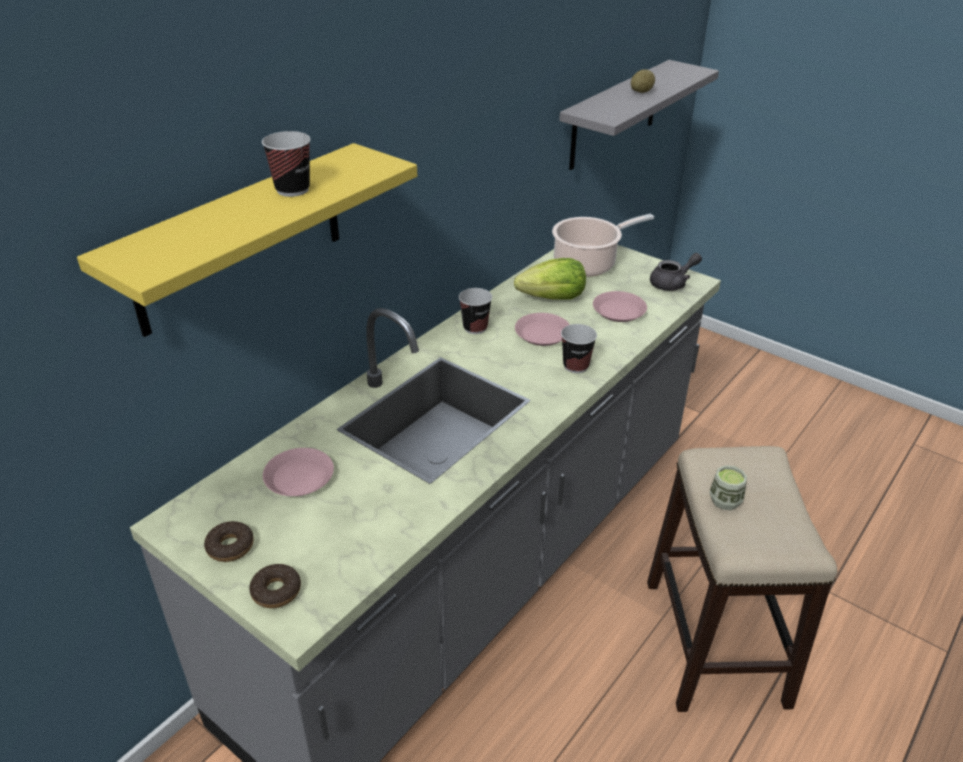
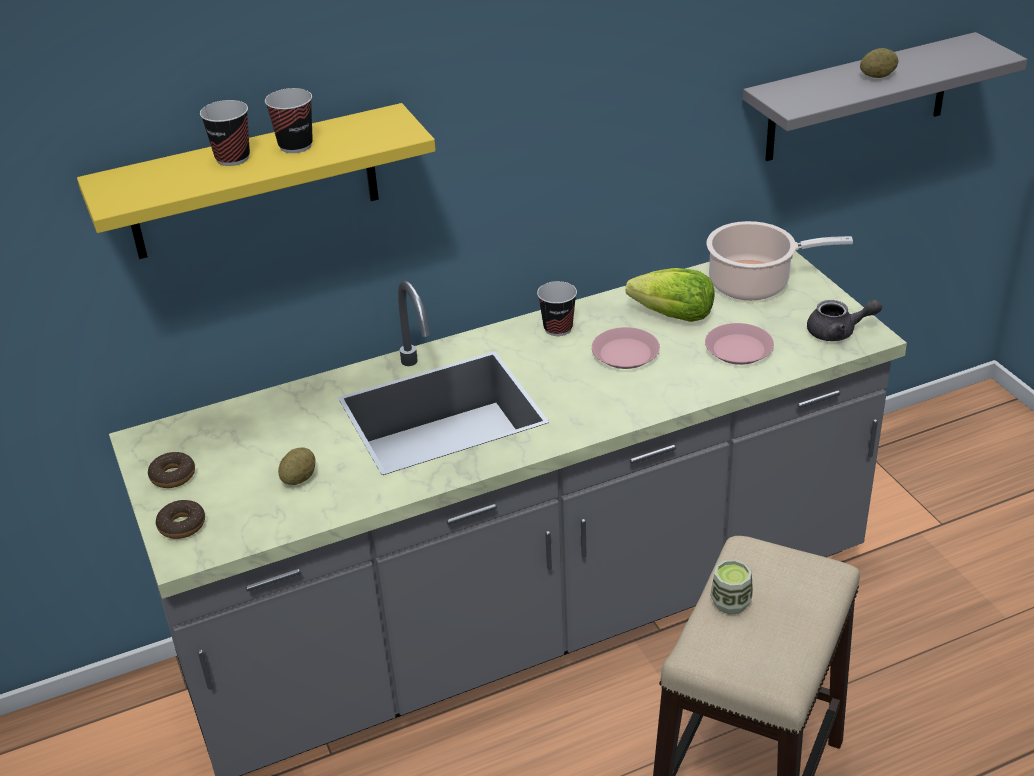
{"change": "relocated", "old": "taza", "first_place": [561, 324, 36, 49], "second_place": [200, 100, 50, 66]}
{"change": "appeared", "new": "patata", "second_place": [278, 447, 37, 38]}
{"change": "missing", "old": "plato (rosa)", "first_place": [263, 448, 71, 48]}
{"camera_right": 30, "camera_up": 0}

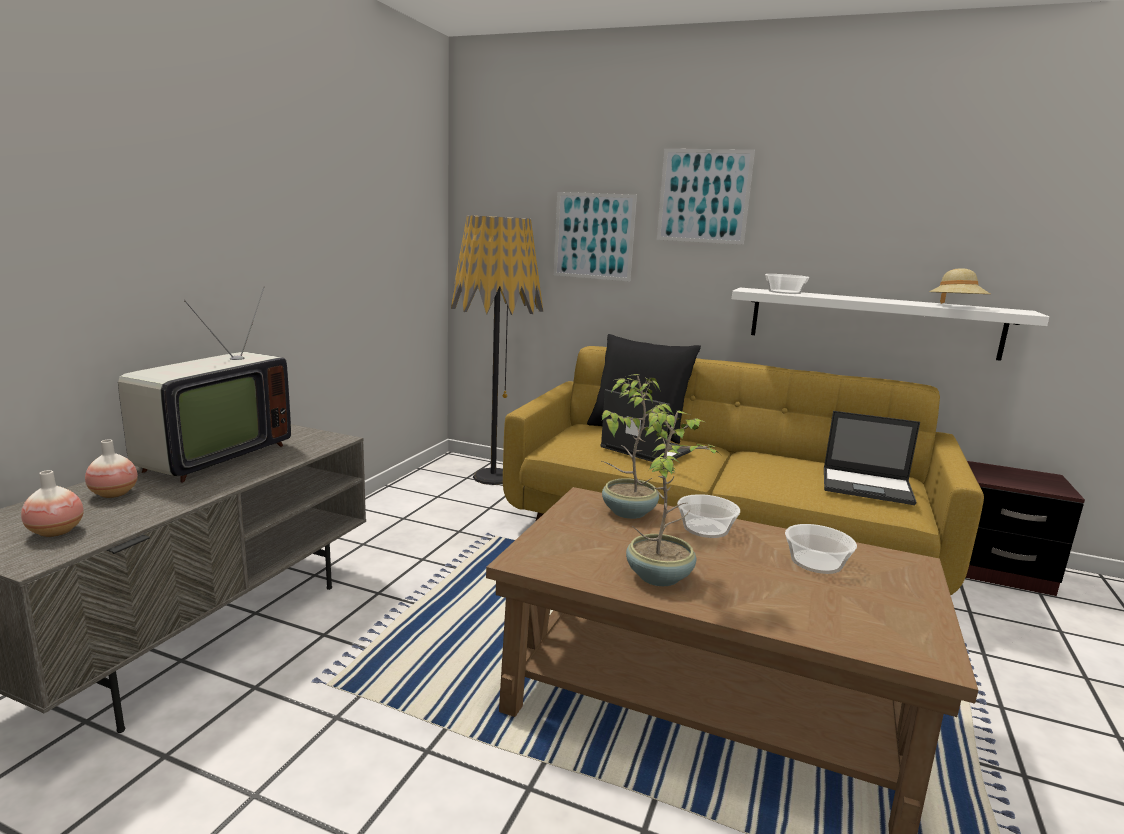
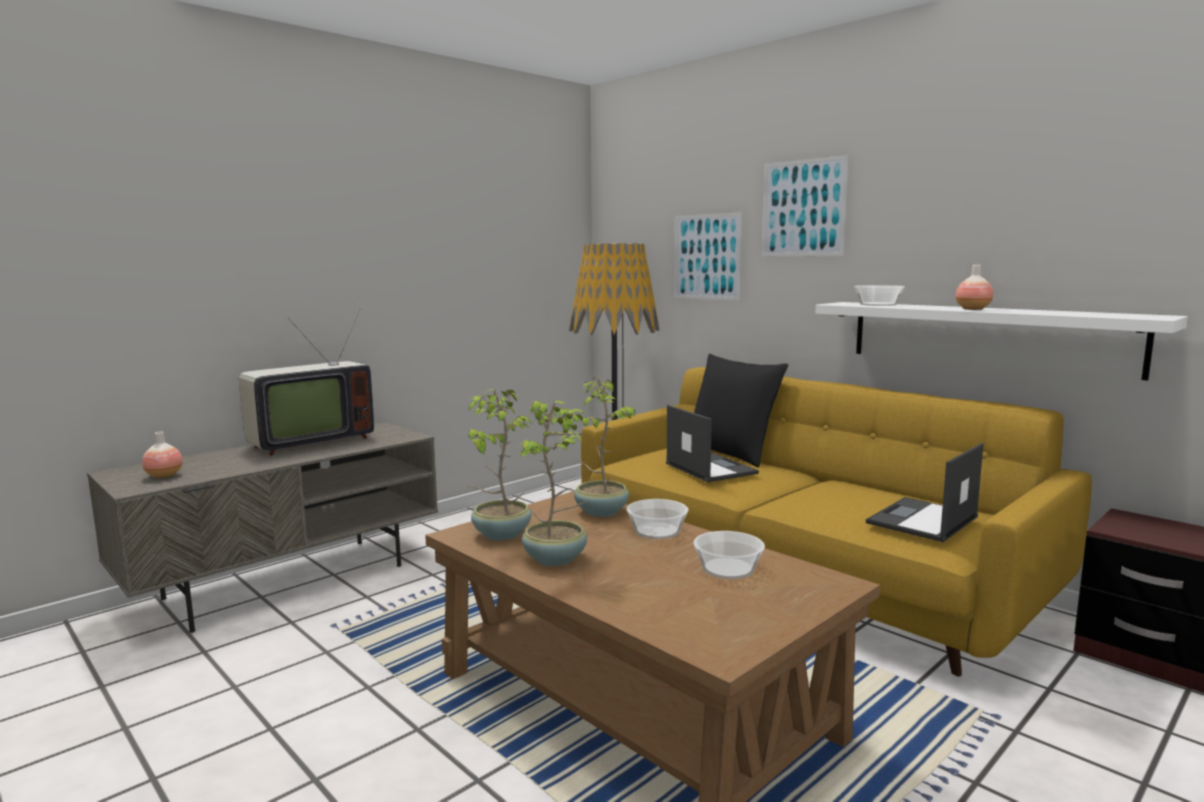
{"change": "appeared", "new": "planta en maceta", "second_place": [468, 389, 64, 152]}
{"change": "spun", "old": "portátil", "first_place": [824, 411, 96, 94], "second_place": [866, 443, 117, 99], "degrees": 90}
{"change": "relocated", "old": "florero", "first_place": [85, 439, 53, 59], "second_place": [955, 265, 39, 45]}
{"change": "missing", "old": "sombrero (beis)", "first_place": [929, 268, 61, 36]}
{"camera_right": 25, "camera_up": -5}

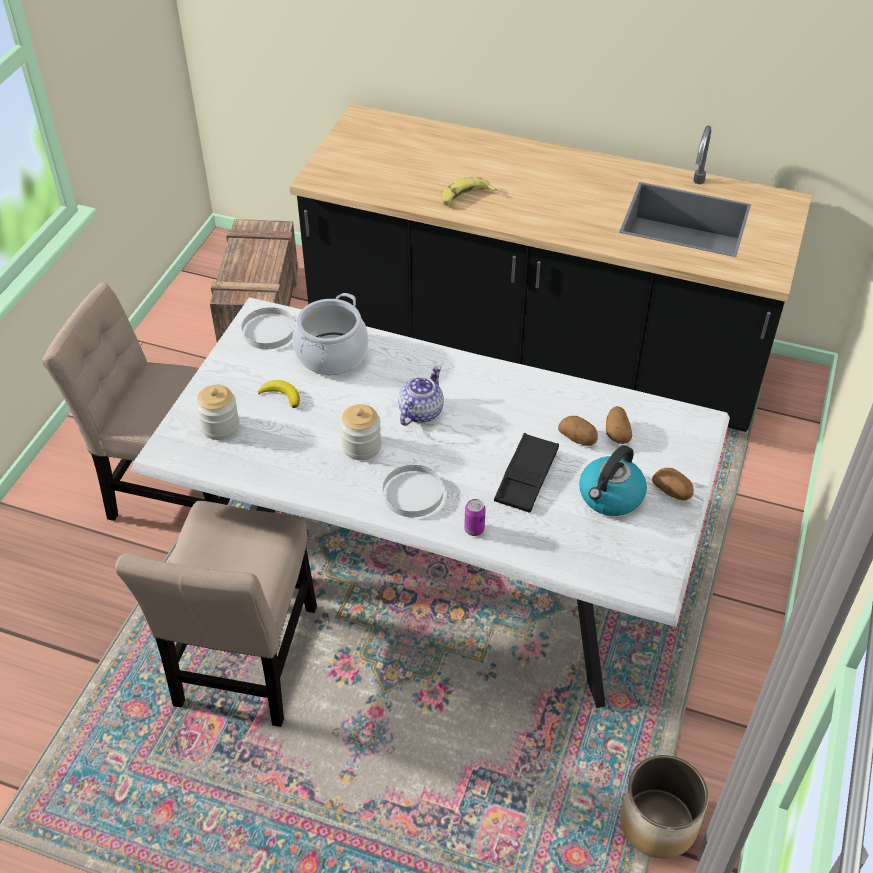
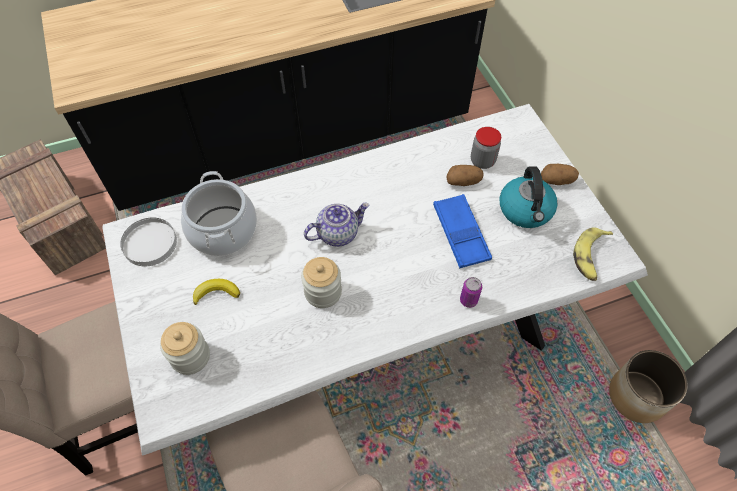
{"change": "spun", "old": "tetera", "first_place": [398, 366, 46, 60], "second_place": [304, 202, 65, 45], "degrees": 75}
{"change": "colour", "old": "bandeja (negro)", "new": "bandeja (azul)", "first_place": [494, 433, 65, 80], "second_place": [433, 194, 59, 74]}
{"change": "exchanged", "old": "patata", "new": "tarro", "first_place": [606, 406, 26, 38], "second_place": [471, 127, 30, 42]}
{"change": "relocated", "old": "plátano", "first_place": [443, 177, 54, 29], "second_place": [573, 227, 40, 54]}
{"change": "missing", "old": "plato (blanco)", "first_place": [383, 465, 60, 52]}
{"camera_right": -40, "camera_up": 10}

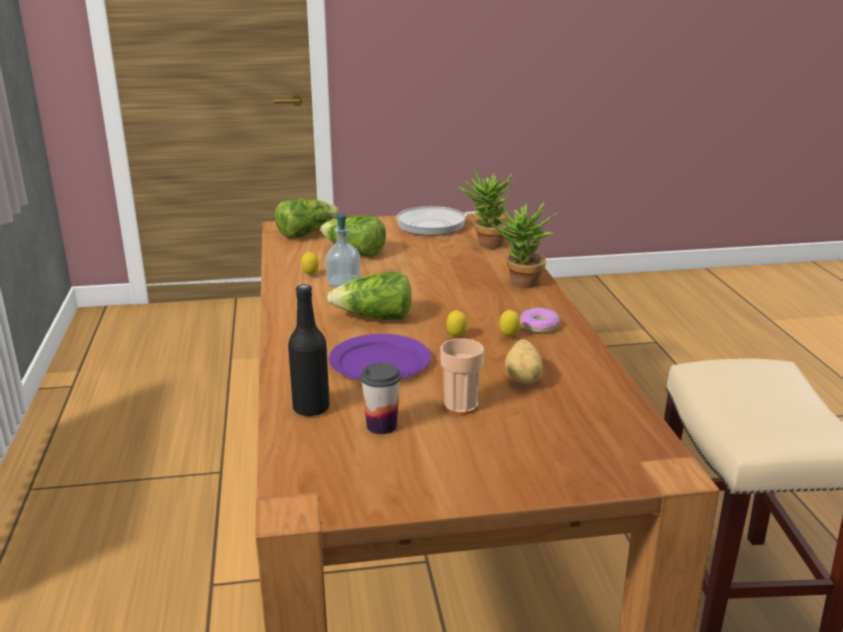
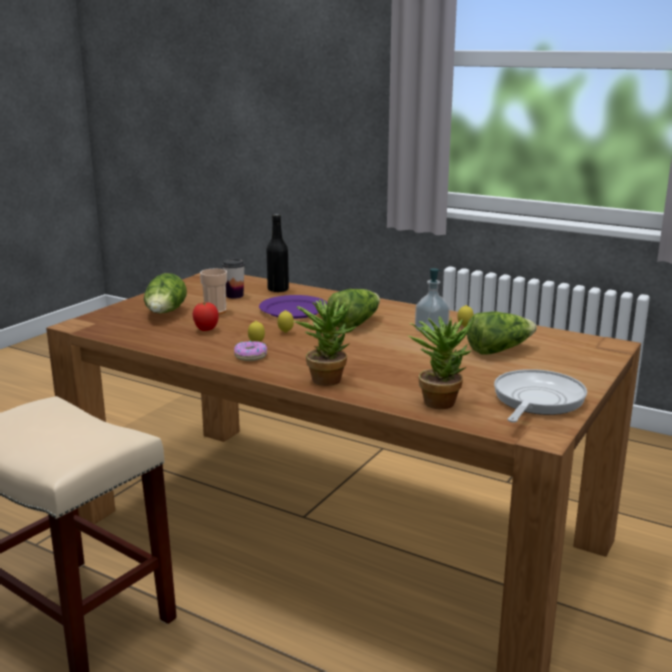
{"change": "relocated", "old": "lechuga", "first_place": [275, 199, 64, 40], "second_place": [144, 273, 43, 40]}
{"change": "exchanged", "old": "patata", "new": "tomate", "first_place": [505, 340, 38, 44], "second_place": [193, 302, 26, 29]}
{"camera_right": 130, "camera_up": -5}

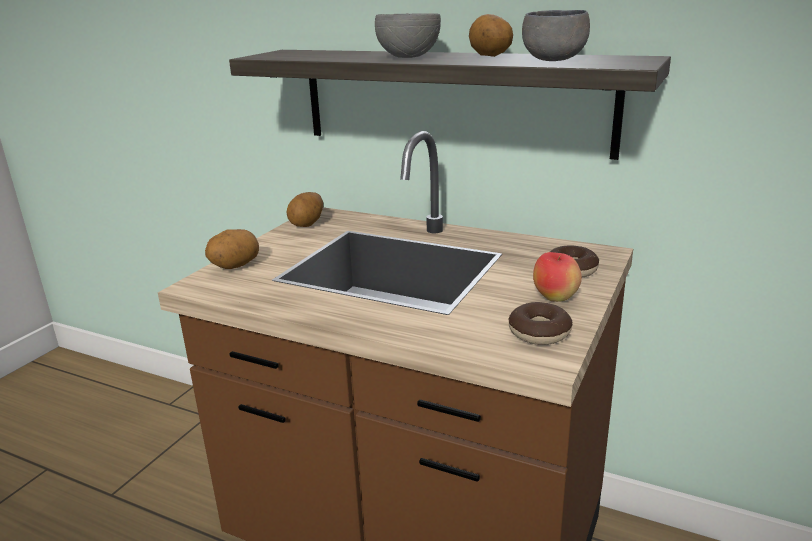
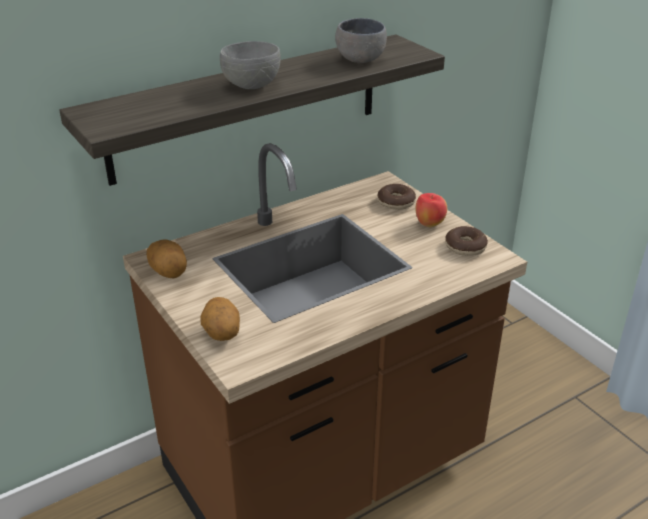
{"change": "missing", "old": "patata", "first_place": [469, 14, 44, 43]}
{"camera_right": -60, "camera_up": 10}

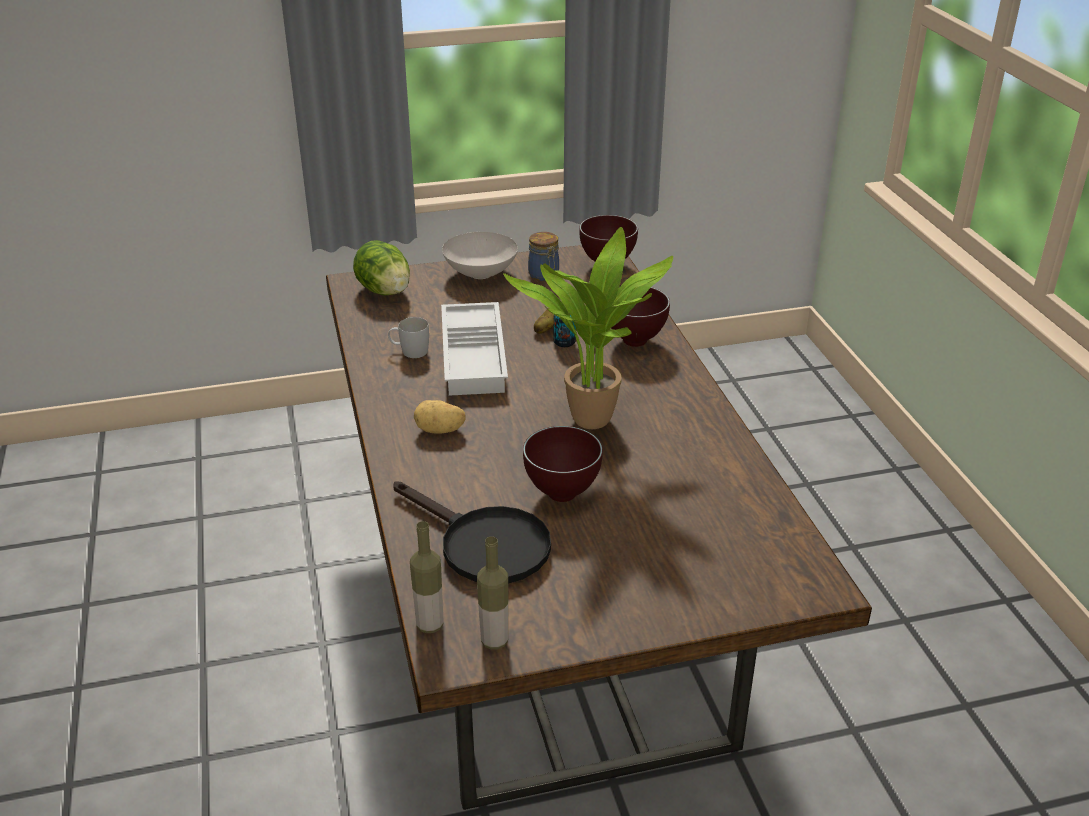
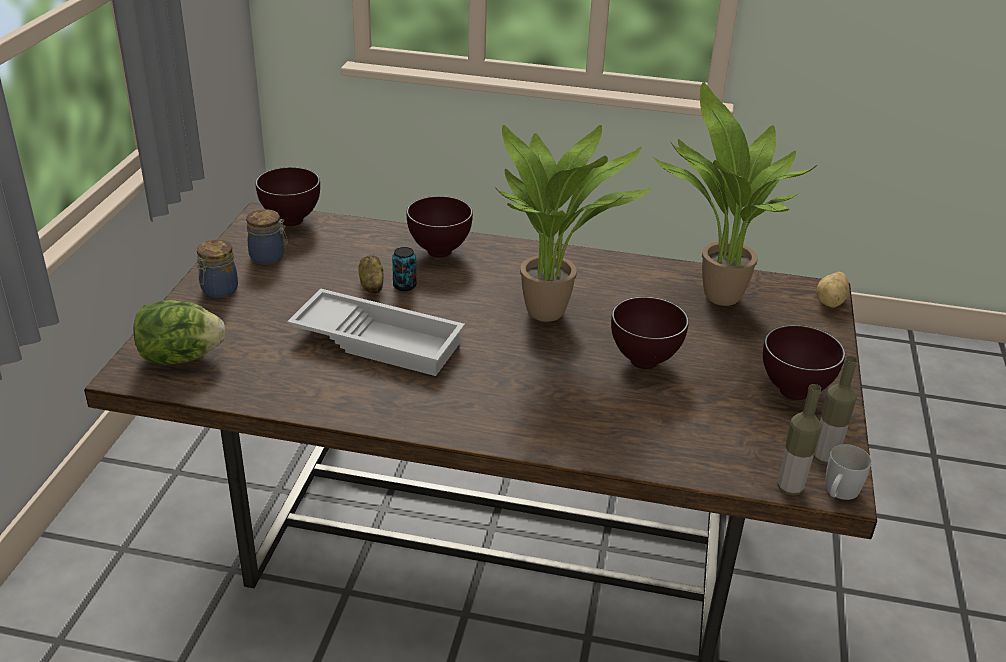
{"change": "exchanged", "old": "cuenco (blanco)", "new": "tarro", "first_place": [442, 232, 76, 47], "second_place": [197, 240, 41, 58]}
{"change": "appeared", "new": "planta en maceta", "second_place": [653, 82, 164, 224]}
{"change": "appeared", "new": "cuenco (marrón)", "second_place": [763, 325, 82, 75]}
{"change": "relocated", "old": "patata", "first_place": [414, 400, 52, 34], "second_place": [816, 272, 33, 36]}
{"change": "relocated", "old": "taza grande (blanco)", "first_place": [388, 317, 41, 41], "second_place": [825, 444, 47, 56]}
{"change": "missing", "old": "sartén (negro)", "first_place": [393, 481, 158, 103]}
{"camera_right": -65, "camera_up": 0}

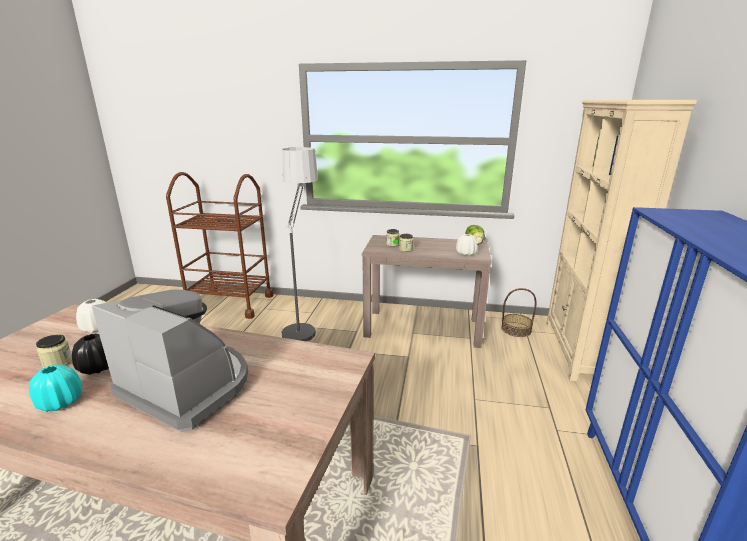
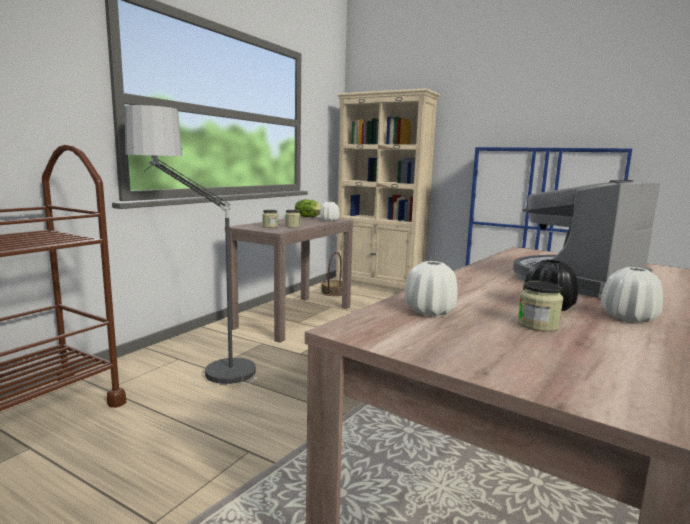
{"change": "colour", "old": "florero (turquesa)", "new": "florero (blanco)", "first_place": [29, 365, 53, 47], "second_place": [601, 267, 62, 55]}
{"camera_right": -70, "camera_up": -10}

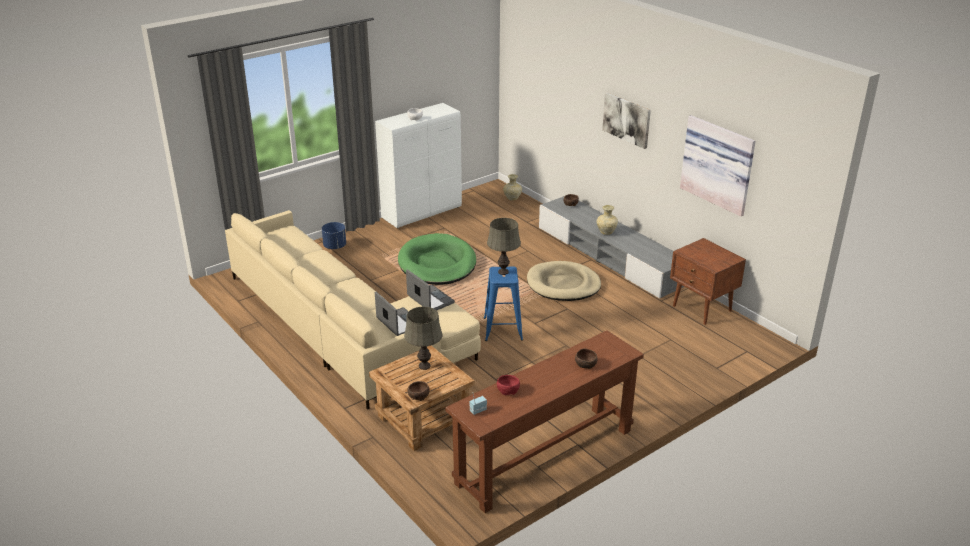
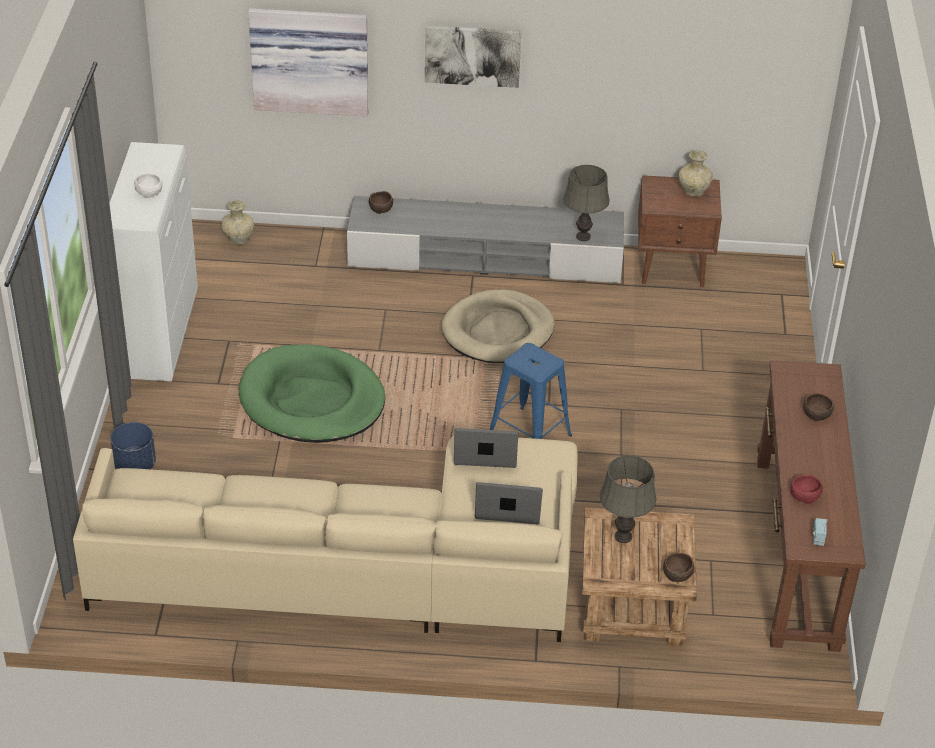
{"change": "relocated", "old": "cuadro", "first_place": [680, 115, 76, 101], "second_place": [248, 8, 120, 109]}
{"change": "relocated", "old": "lámpara de mesa (gris)", "first_place": [487, 218, 34, 57], "second_place": [563, 165, 47, 76]}
{"change": "relocated", "old": "florero (beis)", "first_place": [597, 205, 21, 30], "second_place": [679, 150, 34, 47]}
{"camera_right": -50, "camera_up": 10}

